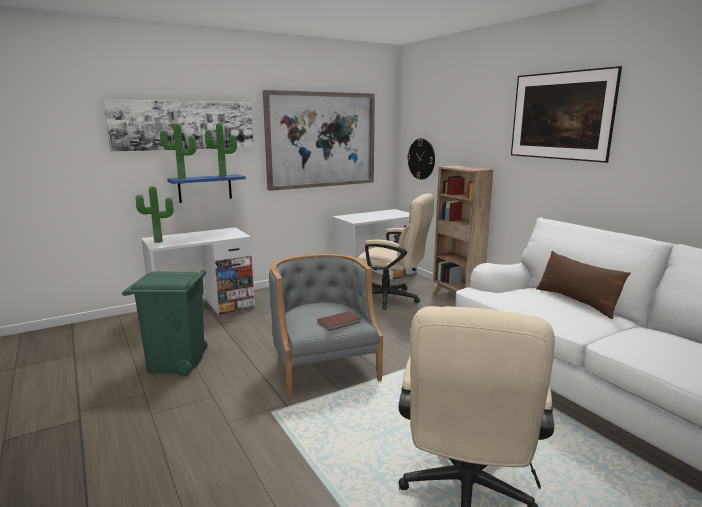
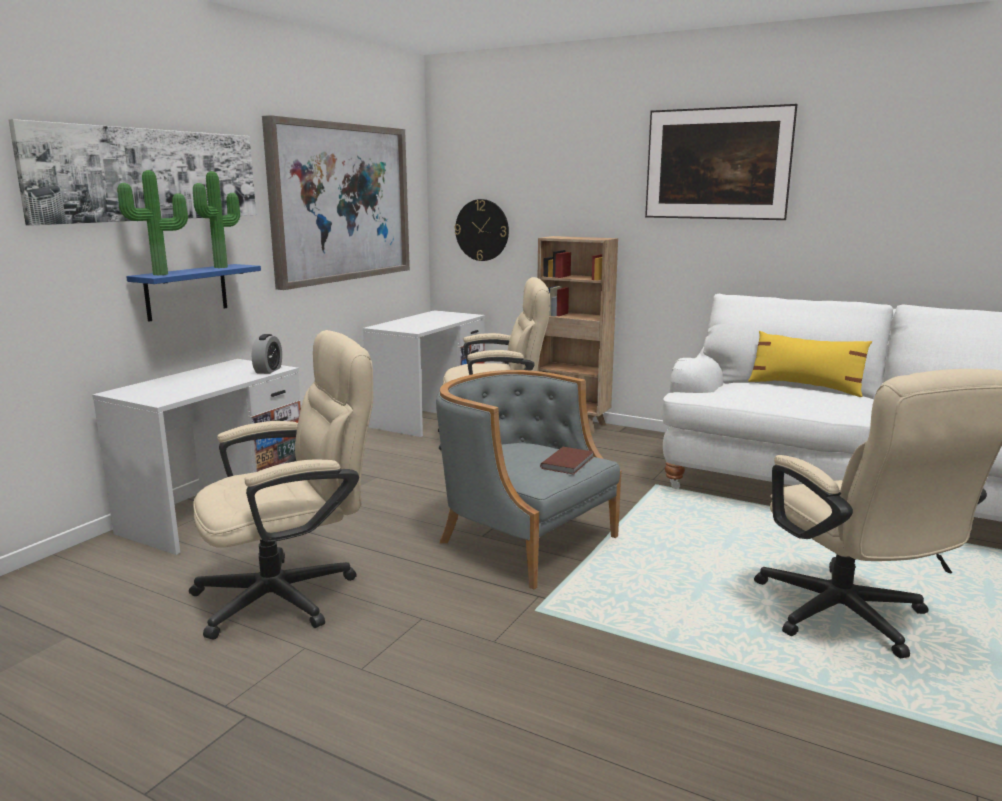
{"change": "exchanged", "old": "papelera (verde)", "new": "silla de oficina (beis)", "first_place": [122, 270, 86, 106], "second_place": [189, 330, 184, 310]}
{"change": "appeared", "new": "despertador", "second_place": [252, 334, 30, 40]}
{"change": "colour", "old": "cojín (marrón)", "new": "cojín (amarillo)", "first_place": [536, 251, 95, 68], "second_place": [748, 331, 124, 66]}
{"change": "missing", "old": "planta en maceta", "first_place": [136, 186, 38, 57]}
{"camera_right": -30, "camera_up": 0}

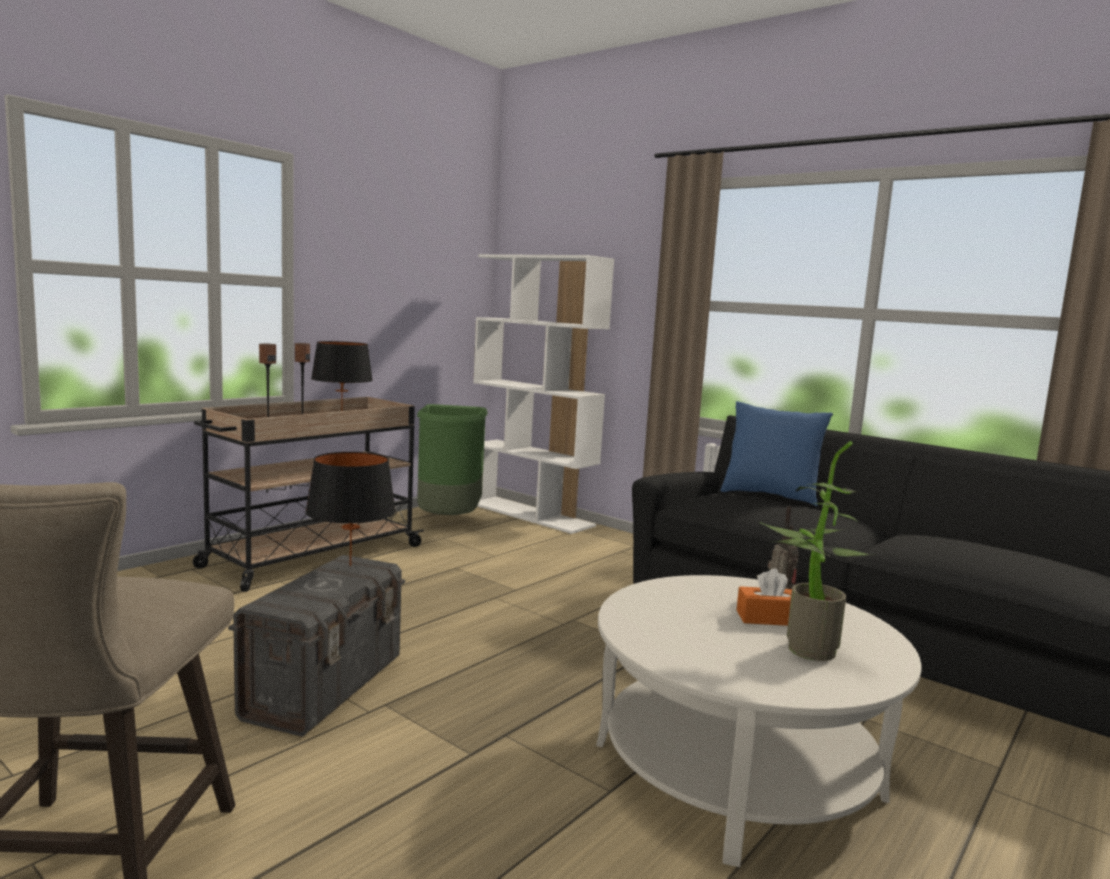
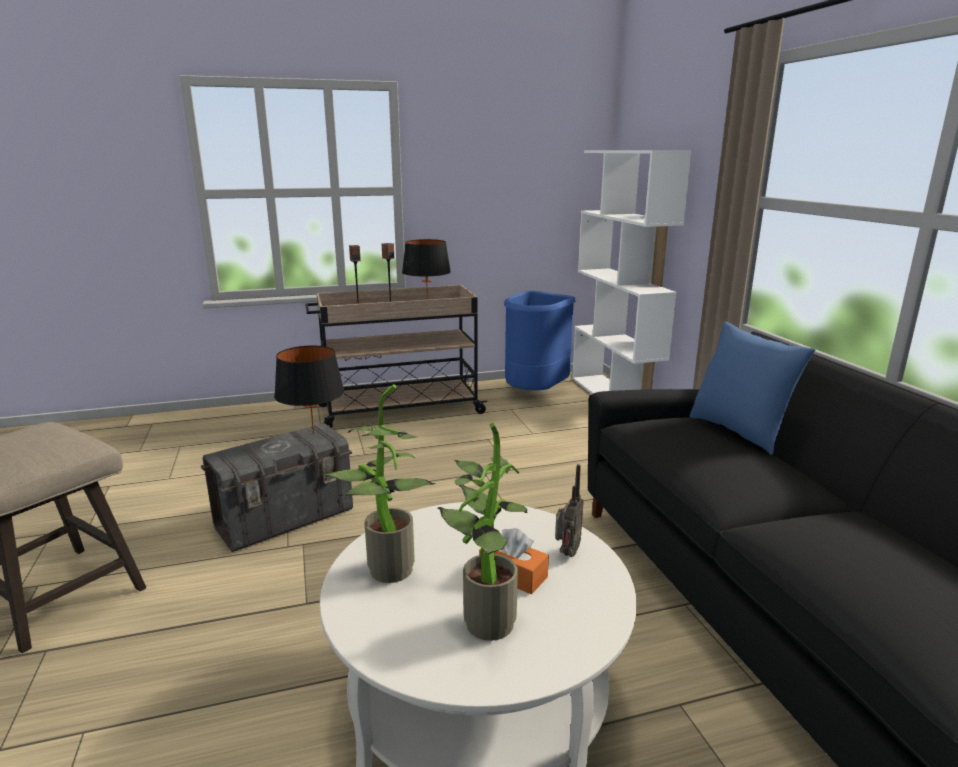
{"change": "appeared", "new": "planta en maceta", "second_place": [321, 384, 115, 199]}
{"change": "colour", "old": "papelera (verde)", "new": "papelera (azul)", "first_place": [417, 404, 71, 111], "second_place": [504, 291, 72, 99]}
{"camera_right": 35, "camera_up": 10}

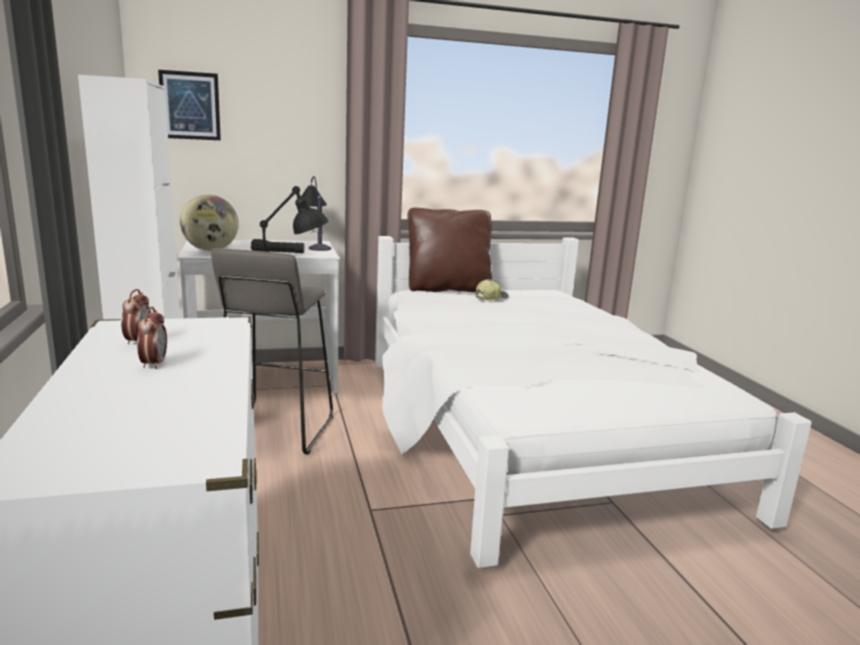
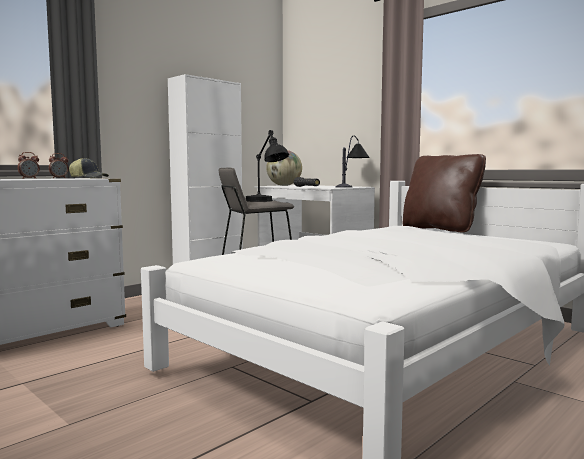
{"change": "relocated", "old": "gorra", "first_place": [476, 279, 33, 21], "second_place": [69, 158, 40, 20]}
{"change": "missing", "old": "cuadro", "first_place": [158, 70, 63, 70]}
{"camera_right": 60, "camera_up": -10}

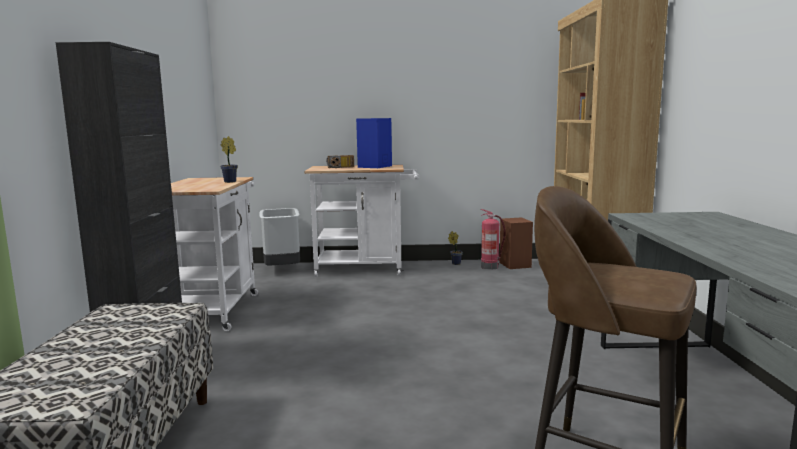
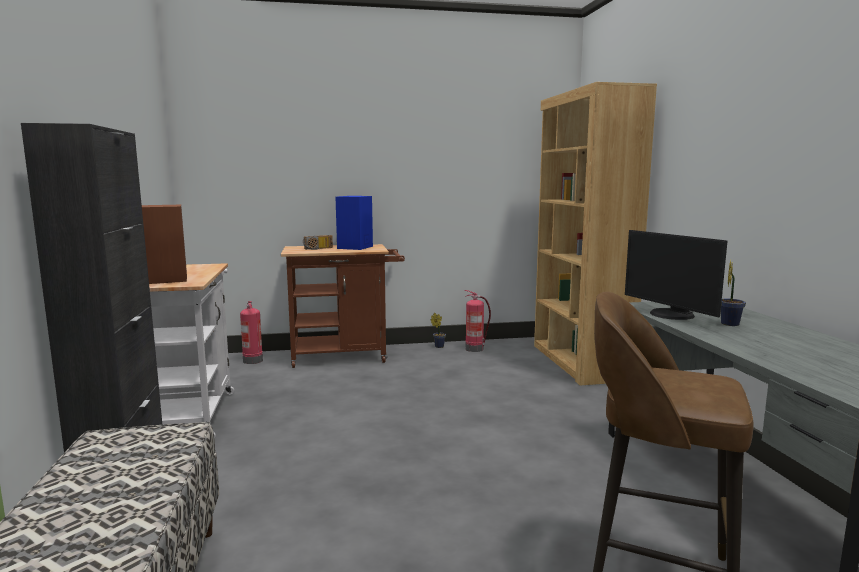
{"change": "relocated", "old": "altavoz (marrón)", "first_place": [500, 217, 33, 52], "second_place": [142, 205, 45, 79]}
{"change": "exchanged", "old": "papelera (gris)", "new": "extintor", "first_place": [259, 208, 41, 58], "second_place": [240, 301, 23, 63]}
{"change": "colour", "old": "carrito (blanco)", "new": "carrito (marrón)", "first_place": [304, 165, 115, 112], "second_place": [281, 244, 124, 124]}
{"change": "appeared", "new": "monitor", "second_place": [625, 230, 103, 90]}
{"change": "relocated", "old": "planta en maceta", "first_place": [220, 136, 18, 47], "second_place": [721, 259, 25, 67]}
{"camera_right": -10, "camera_up": 0}

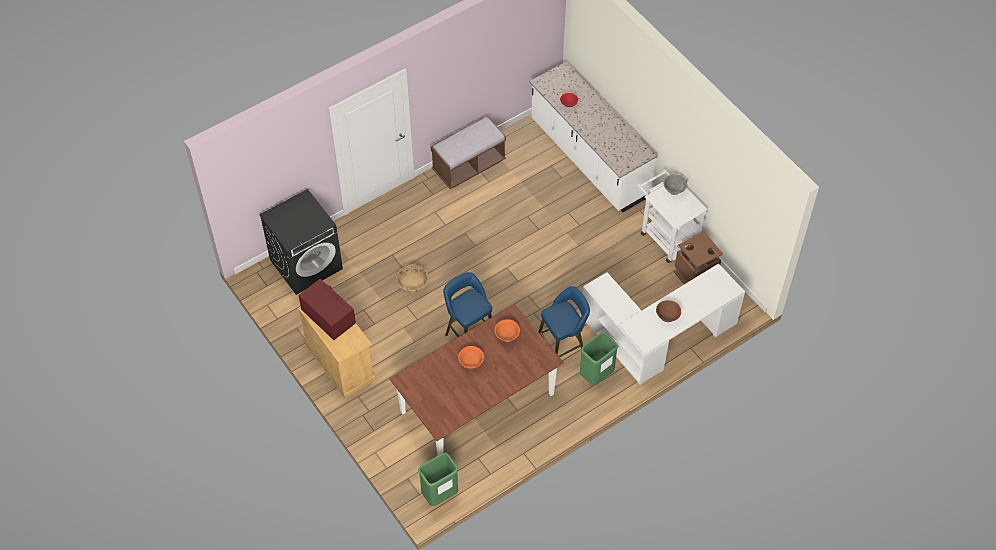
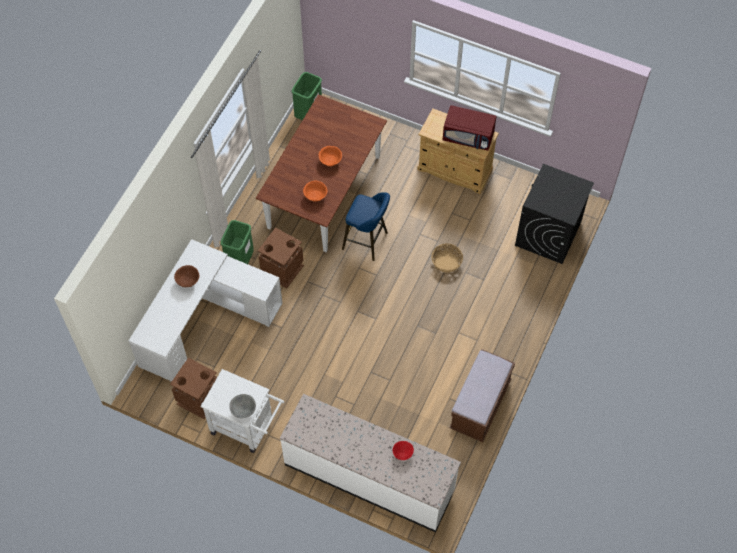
{"change": "exchanged", "old": "taburete (azul)", "new": "papelera (marrón)", "first_place": [538, 286, 52, 71], "second_place": [258, 227, 46, 61]}
{"camera_right": 150, "camera_up": 5}

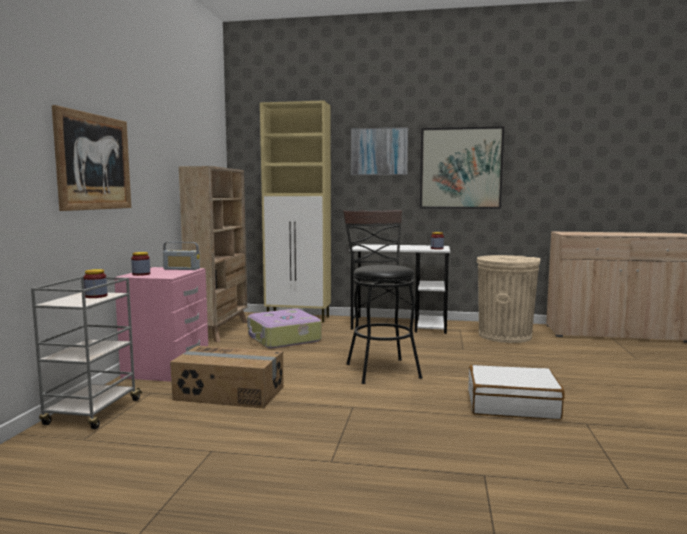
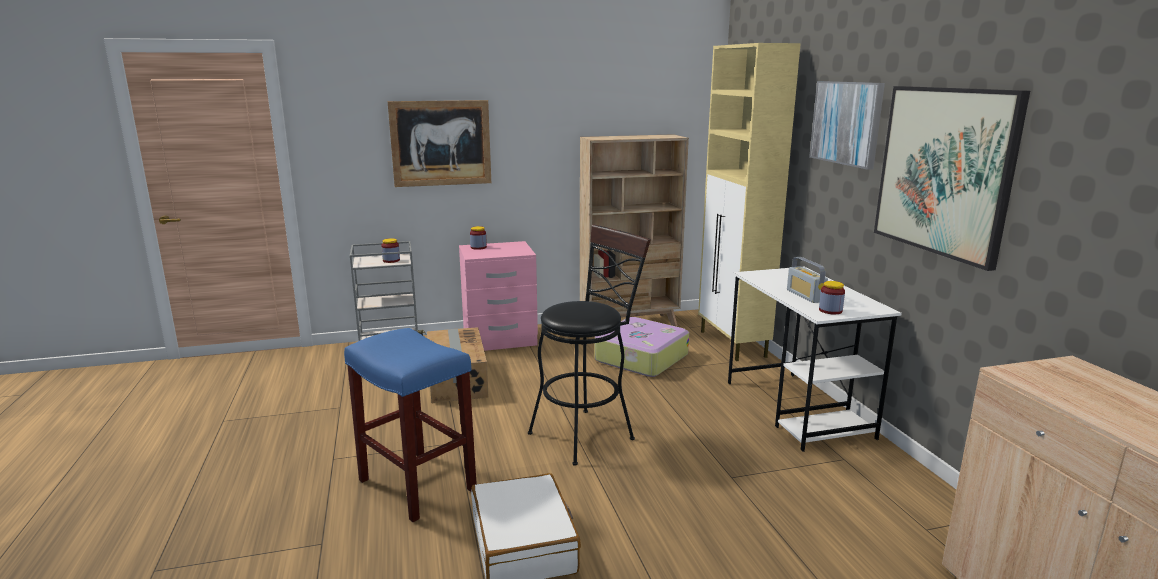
{"change": "appeared", "new": "taburete (azul)", "second_place": [344, 328, 133, 194]}
{"change": "relocated", "old": "radio", "first_place": [163, 242, 37, 28], "second_place": [787, 257, 41, 46]}
{"change": "missing", "old": "papelera (beis)", "first_place": [476, 255, 65, 88]}
{"camera_right": 65, "camera_up": 10}

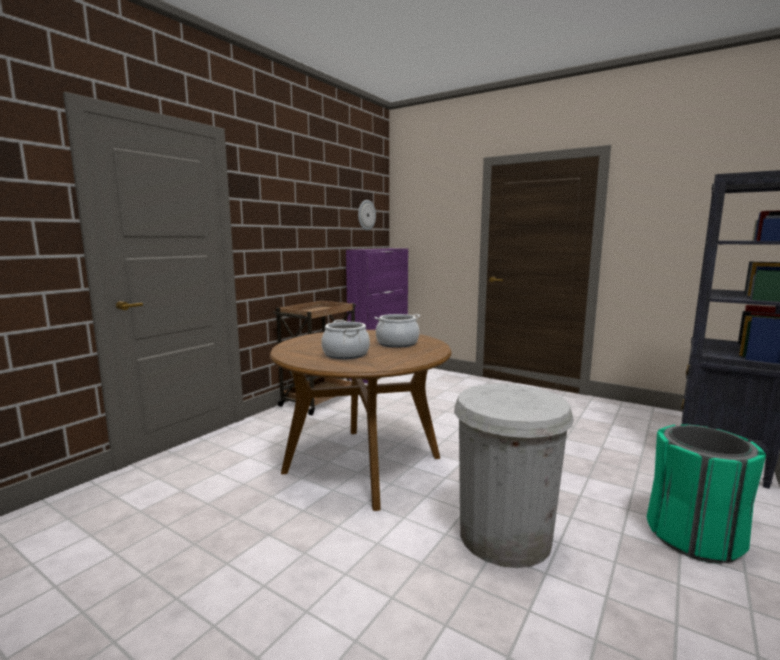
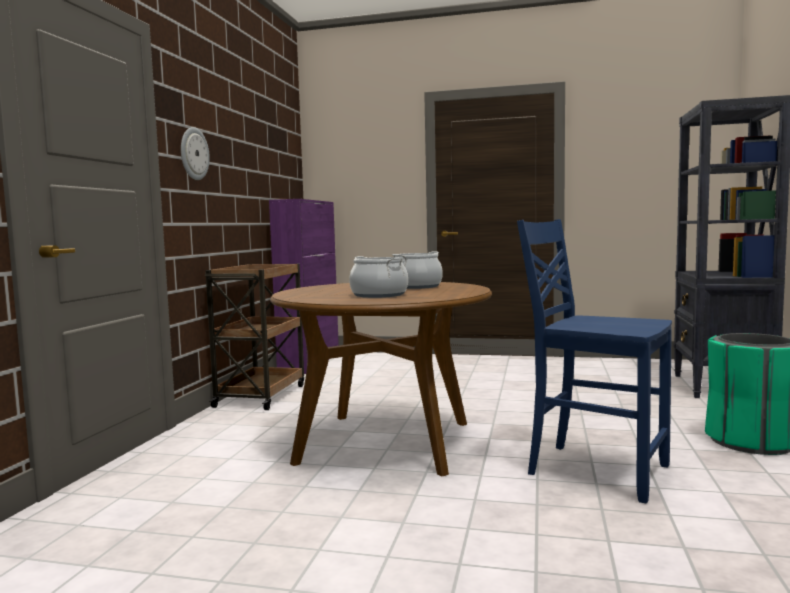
{"change": "relocated", "old": "reloj de pared", "first_place": [358, 200, 18, 31], "second_place": [181, 127, 29, 53]}
{"change": "exchanged", "old": "papelera (blanco)", "new": "silla (azul)", "first_place": [454, 383, 120, 185], "second_place": [517, 219, 155, 284]}
{"camera_right": -20, "camera_up": -5}

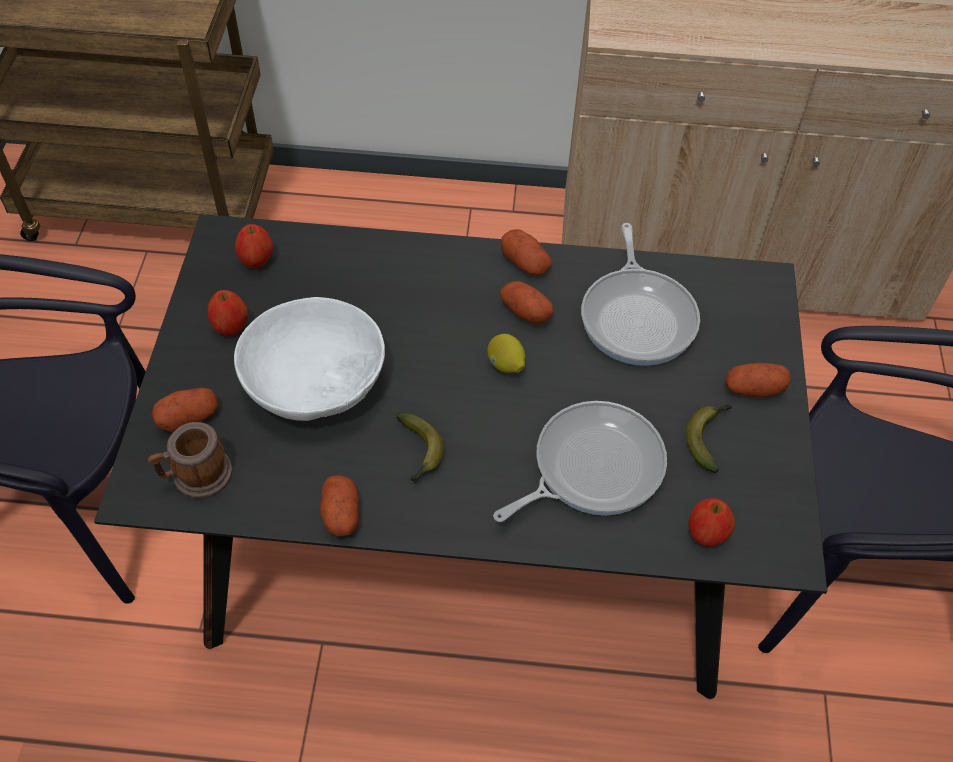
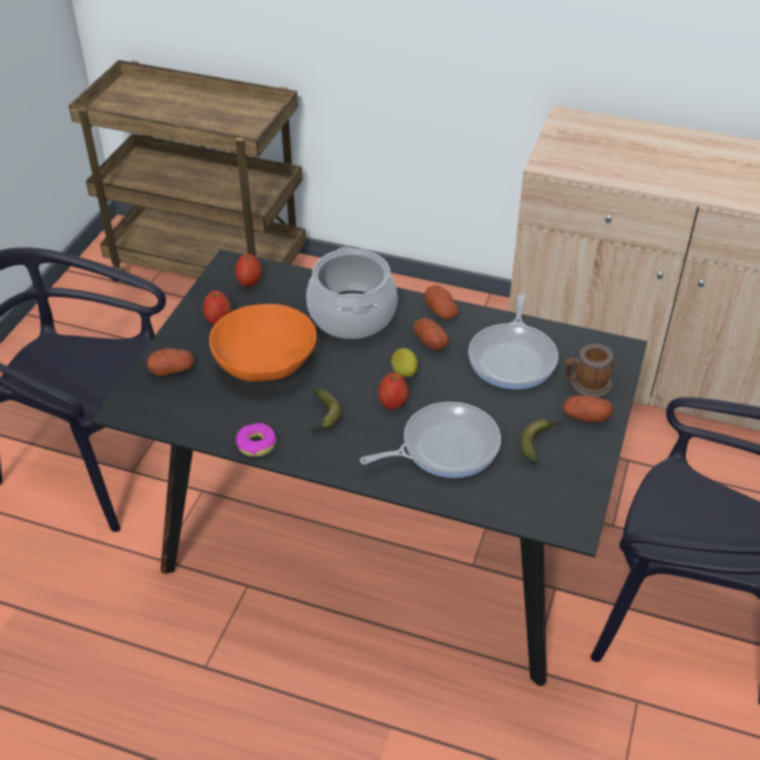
{"change": "colour", "old": "cuenco (blanco)", "new": "cuenco (naranja)", "first_place": [234, 297, 151, 124], "second_place": [209, 304, 108, 78]}
{"change": "exchanged", "old": "patata", "new": "rosquilla", "first_place": [320, 475, 39, 62], "second_place": [236, 423, 40, 34]}
{"change": "appeared", "new": "olla", "second_place": [306, 247, 92, 92]}
{"change": "relocated", "old": "manzana", "first_place": [688, 498, 47, 49], "second_place": [378, 373, 31, 37]}
{"change": "relocated", "old": "taza grande", "first_place": [148, 422, 85, 76], "second_place": [565, 344, 49, 54]}
{"camera_right": 15, "camera_up": -10}

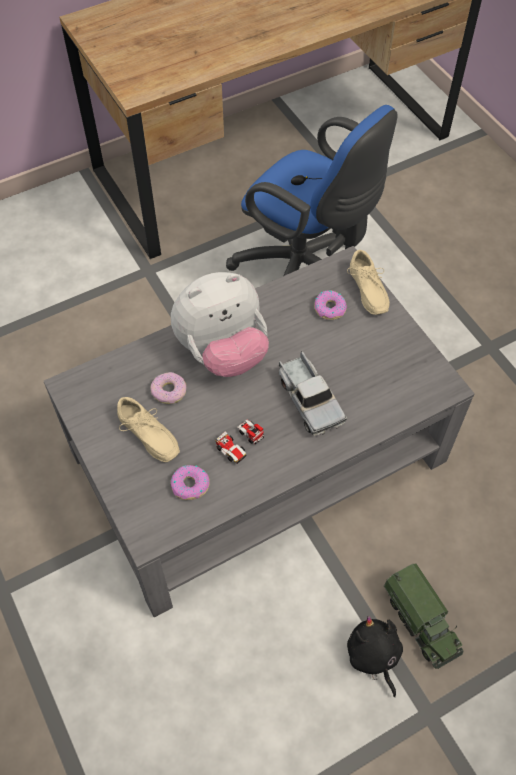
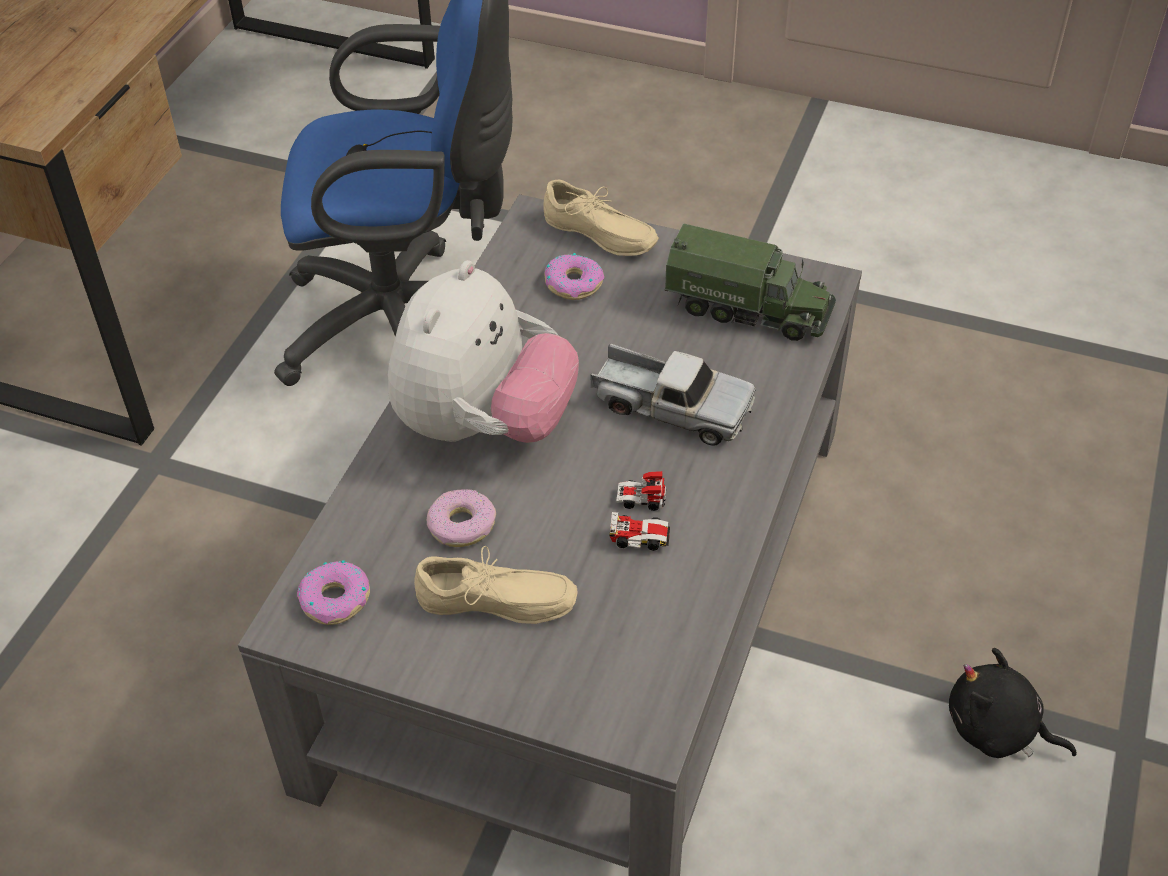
{"change": "relocated", "old": "rosquilla", "first_place": [171, 465, 39, 35], "second_place": [297, 560, 73, 65]}
{"change": "relocated", "old": "camión de juguete", "first_place": [384, 564, 80, 105], "second_place": [664, 223, 172, 118]}
{"camera_right": -40, "camera_up": -10}

